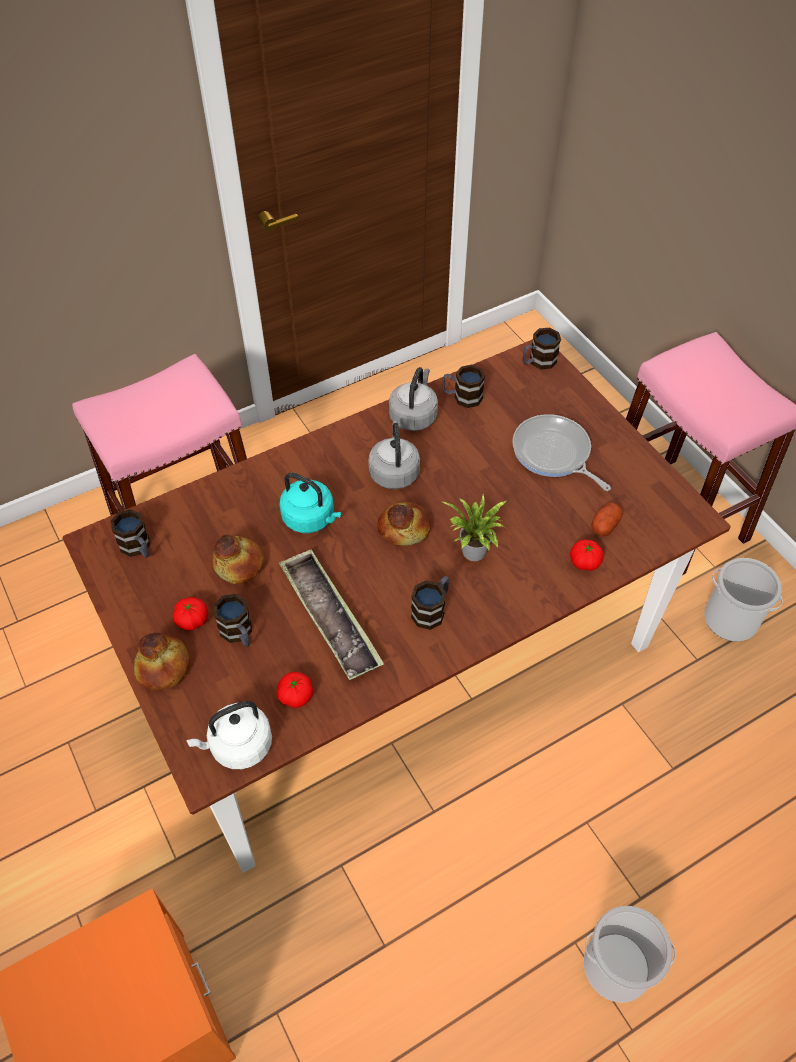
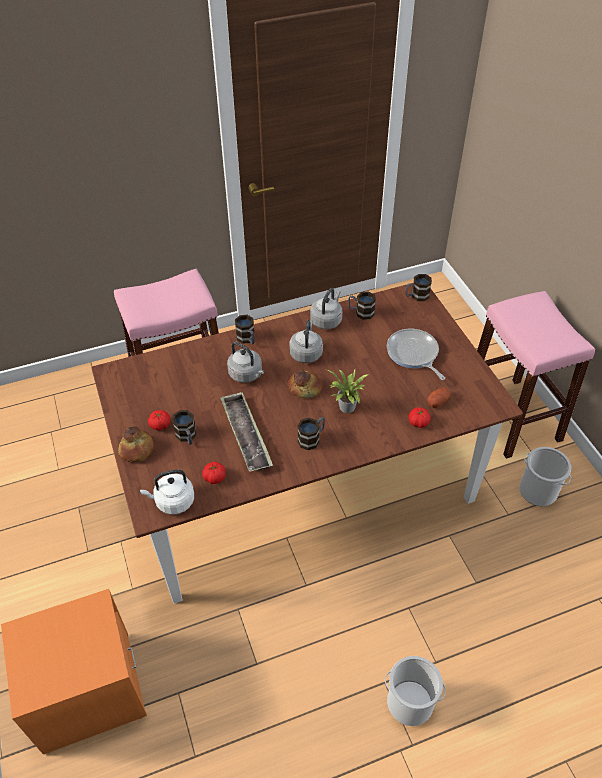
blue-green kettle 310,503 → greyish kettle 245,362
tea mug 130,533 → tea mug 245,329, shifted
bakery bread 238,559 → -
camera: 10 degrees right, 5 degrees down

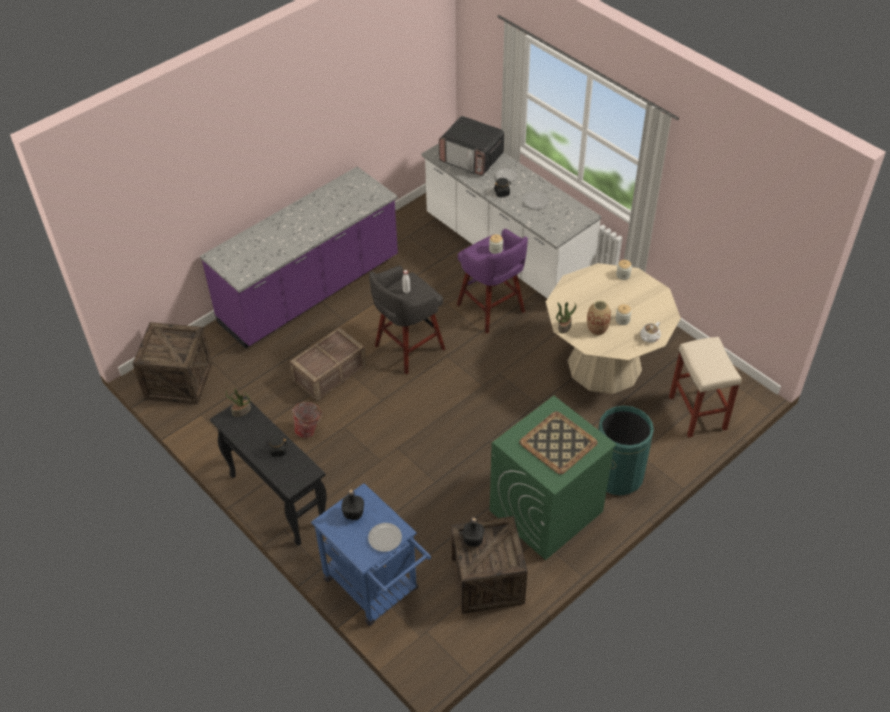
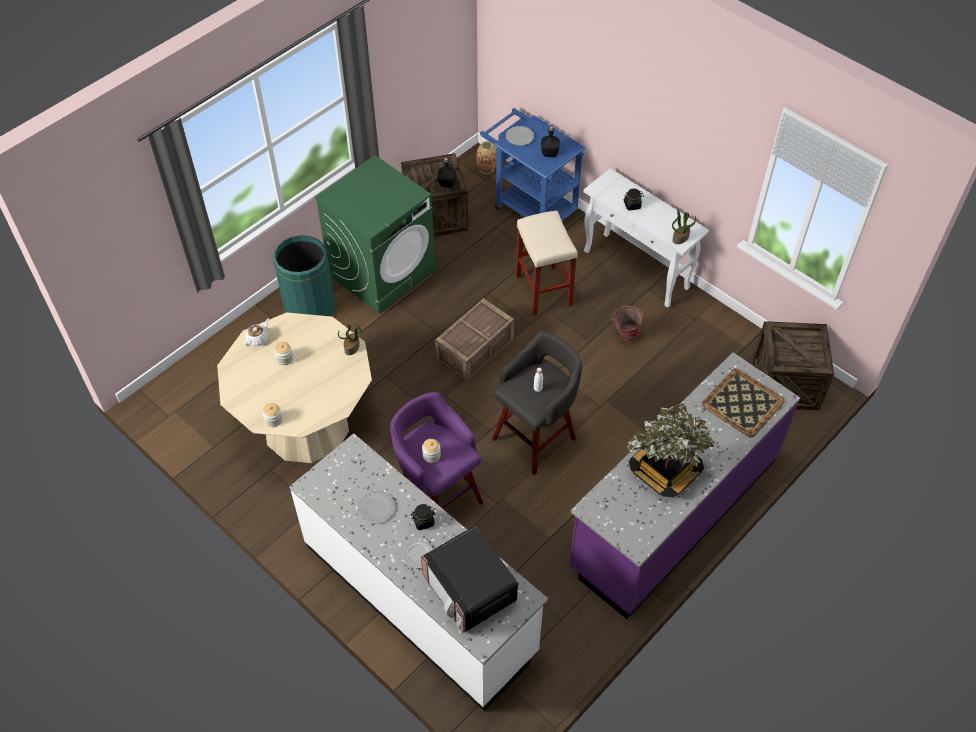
kitchen microwave 471,146 → kitchen microwave 469,579, 150 degrees counterclockwise
vase 599,318 → vase 486,157, shifted
crate 328,364 → crate 475,340, shifted
beige stool seat 705,387 → beige stool seat 547,263, shifted
black hall table 268,471 → whitish hall table 646,238
carrying tray 558,442 → carrying tray 743,403, shifted
- → plant in a pot 671,450
camera: 175 degrees right, 5 degrees up

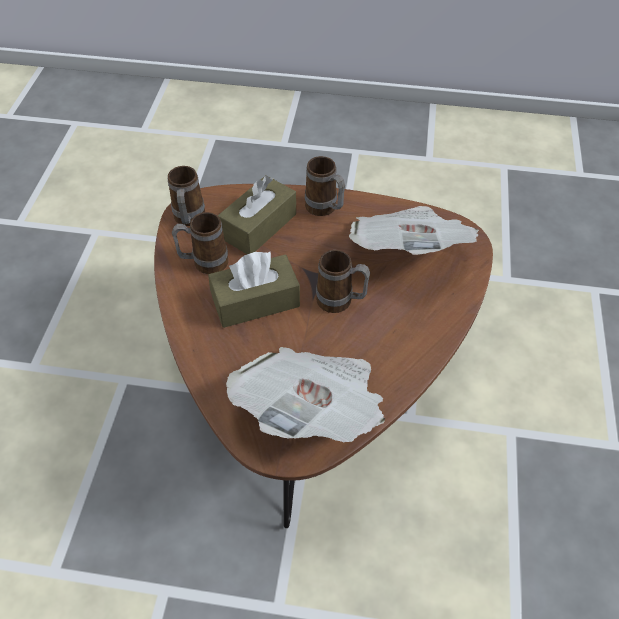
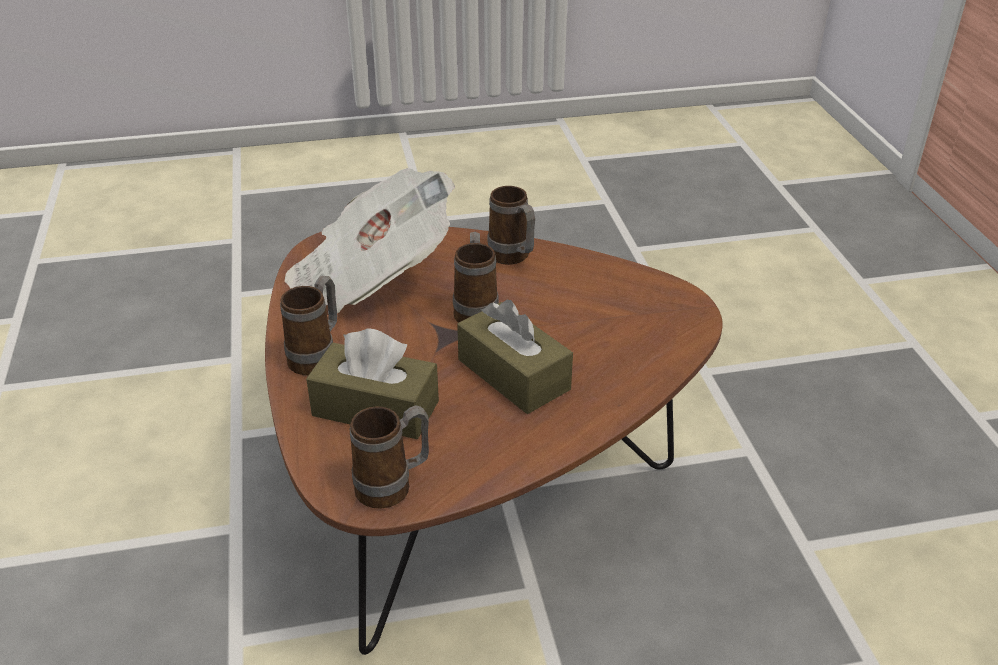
tea mug 200,243 → tea mug 511,225, shifted
newspaper 305,394 → -
camera: 110 degrees left, 15 degrees down

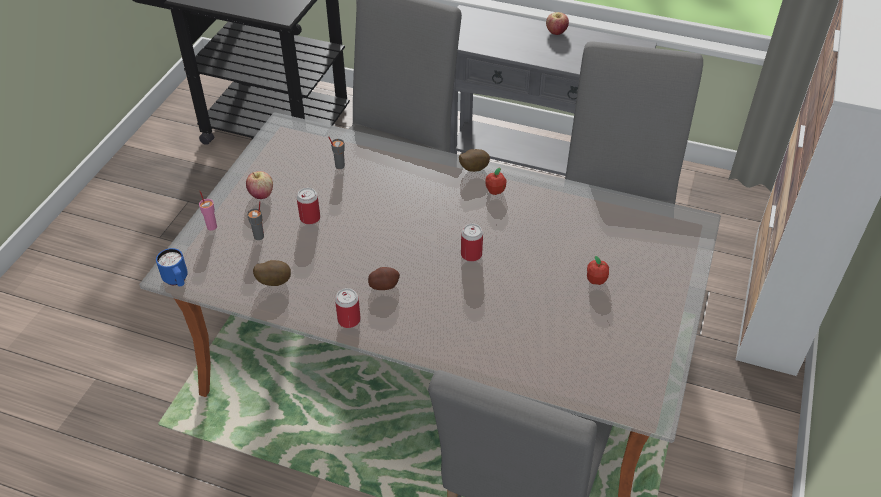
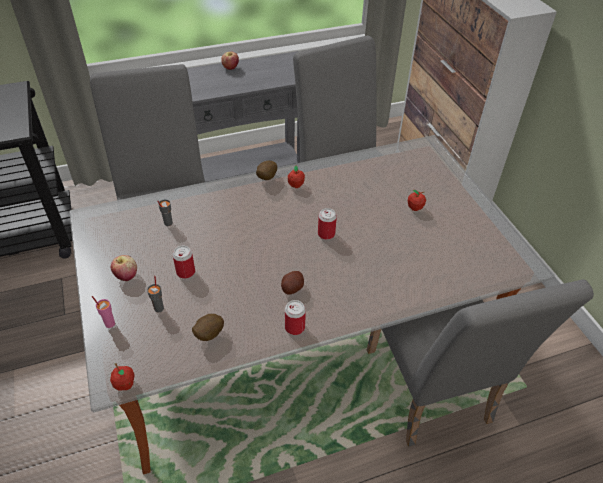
blue-coloured tea mug 172,267 → whole apple 122,377
camera: 40 degrees left, 0 degrees up

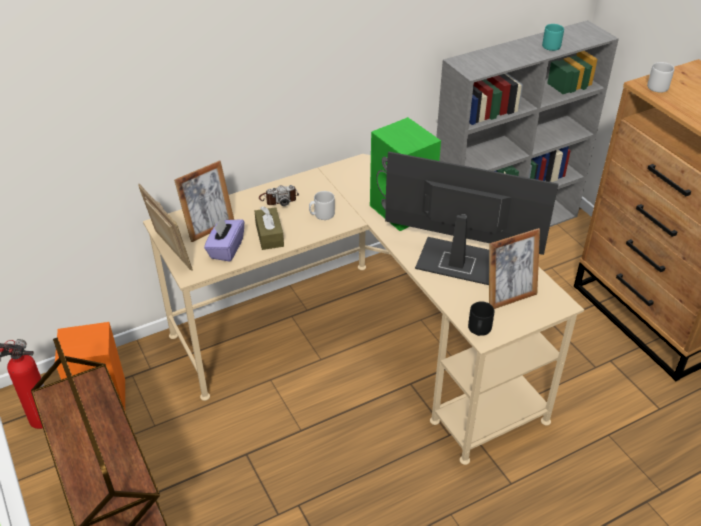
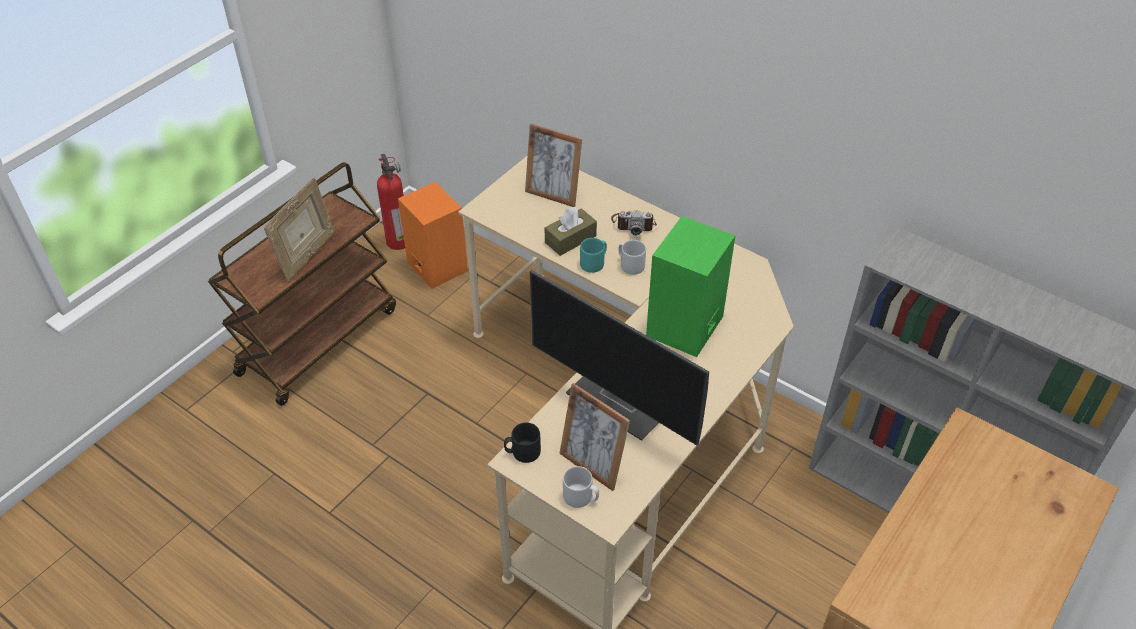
blue-green tea mug 553,37 → blue-green tea mug 593,255, shifted
greyish tea mug 660,77 → greyish tea mug 581,487, shifted
computer display 471,218 → computer display 619,358, 135 degrees clockwise
standing frame 165,227 → standing frame 299,229, shifted
photo camera 279,195 → photo camera 634,222, 45 degrees counterclockwise
purple-coloured tissue holder 224,239 → -
camera: 65 degrees right, 5 degrees up

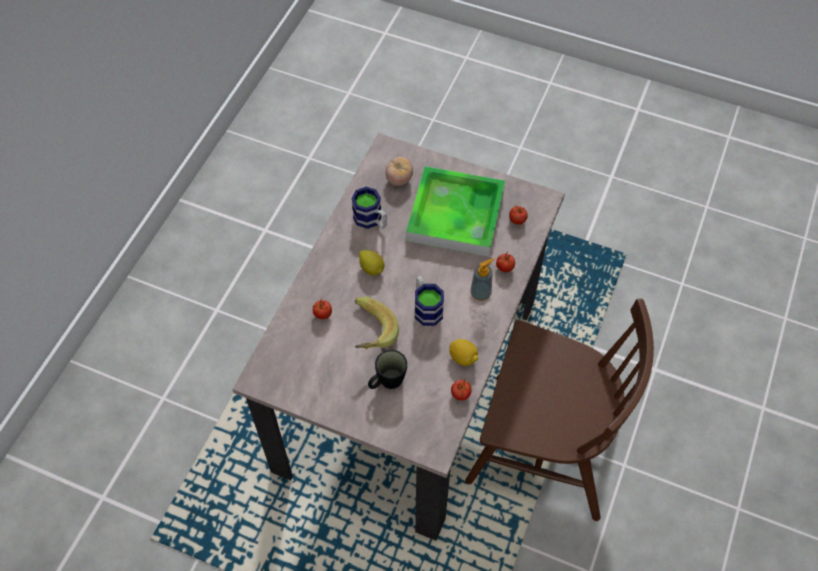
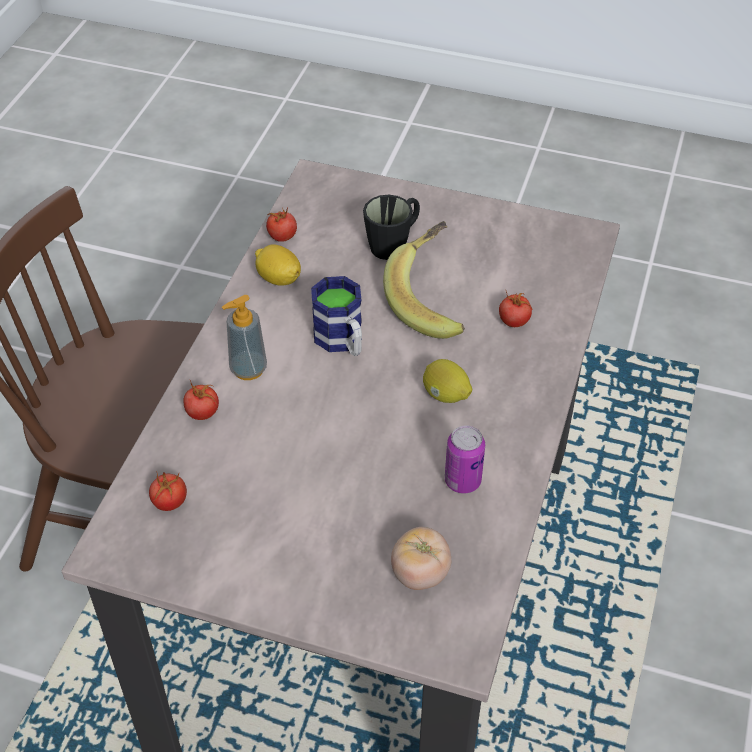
carrying tray 455,211 → -
tea mug 369,208 → metal can 465,459
camera: 175 degrees right, 10 degrees down

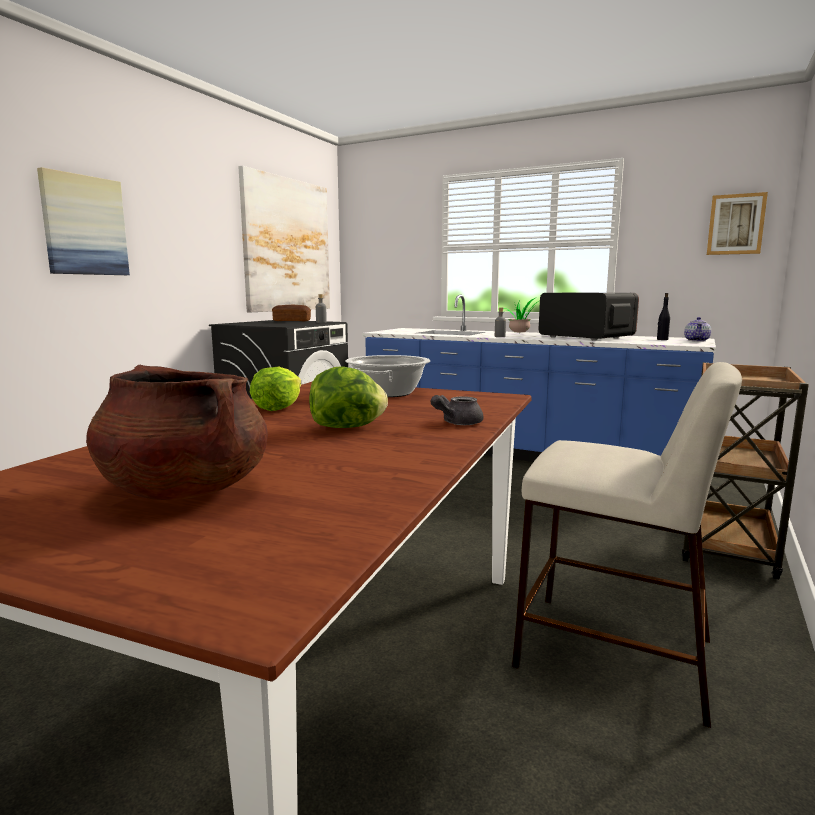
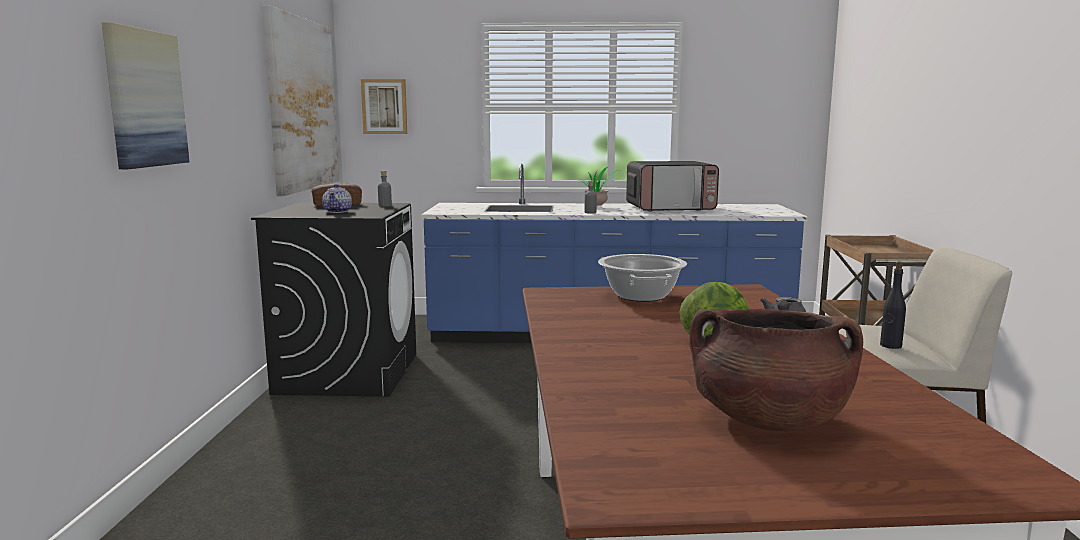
picture 737,223 → picture 384,106, shifted
kitchen microwave 589,317 → kitchen microwave 672,186, 150 degrees clockwise
black beverage bottle 663,316 → black beverage bottle 893,305, shifted
pot for tea 697,329 → pot for tea 337,198, shifted
lettuce head 275,389 → -
camera: 25 degrees left, 0 degrees up

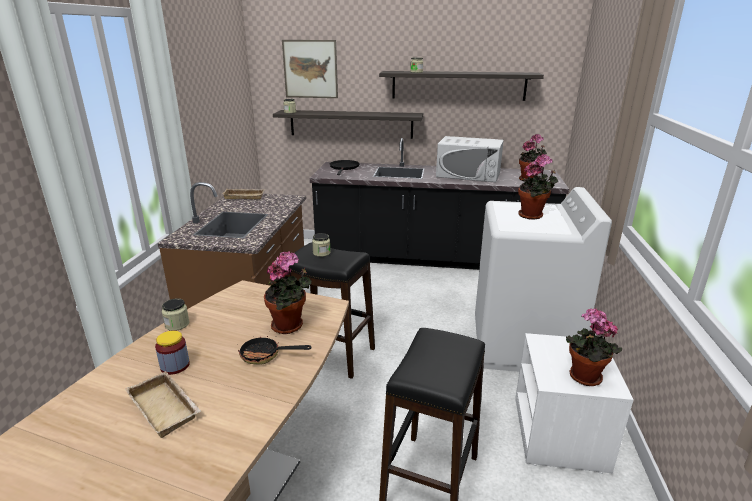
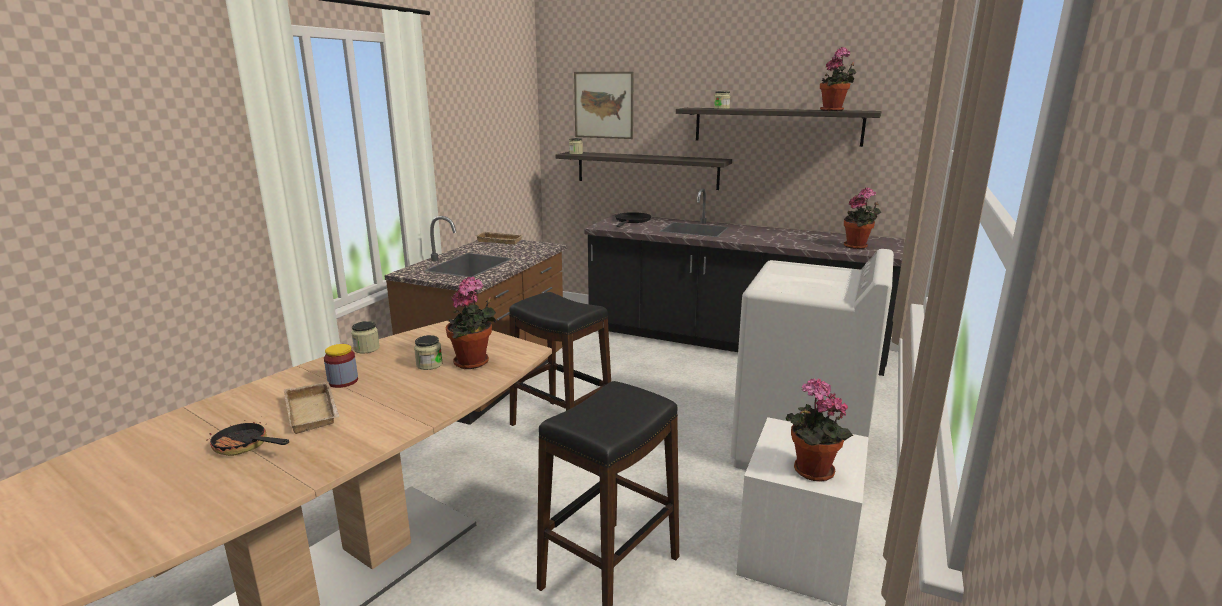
whitish kitchen microwave 470,159 → -
plant in a pot 538,187 → plant in a pot 838,79, shifted
jar 321,245 → jar 428,352, shifted
frying pan 275,350 → frying pan 248,438, shifted
camera: 15 degrees right, 5 degrees down

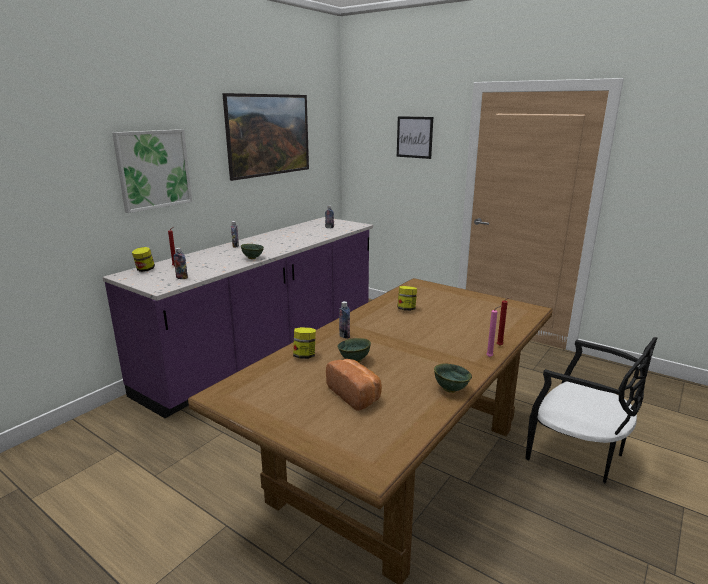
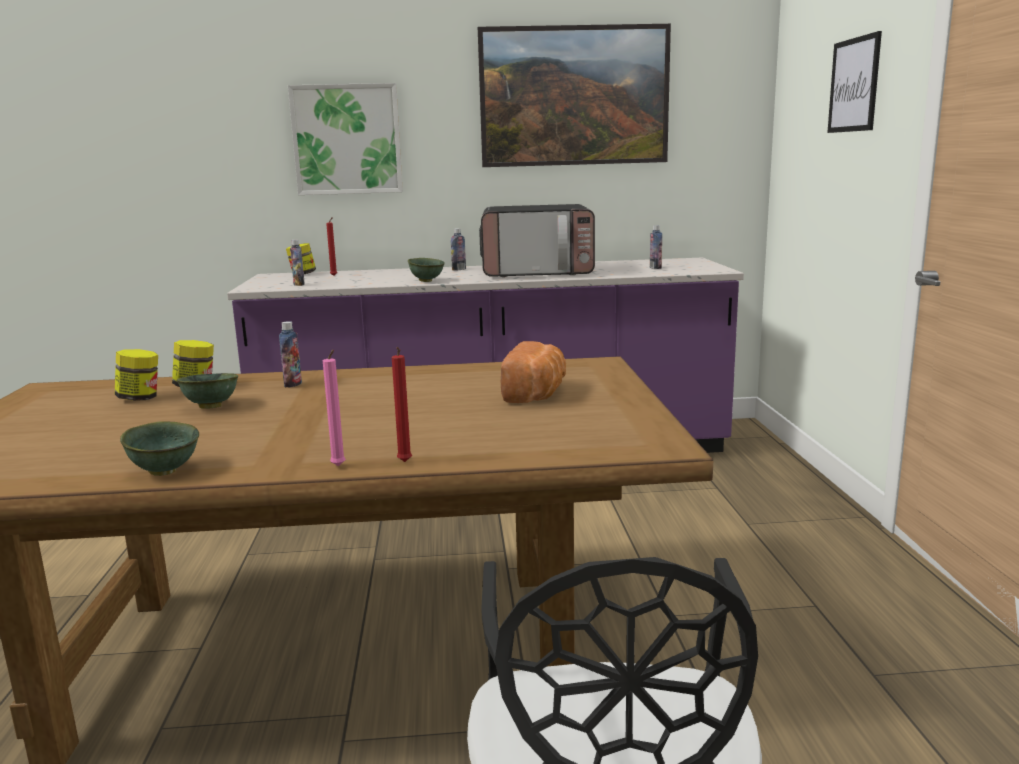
jar 407,298 → jar 136,375, shifted
bakery bread 354,385 → bakery bread 533,372, shifted
- → kitchen microwave 537,240
camera: 50 degrees right, 5 degrees down

